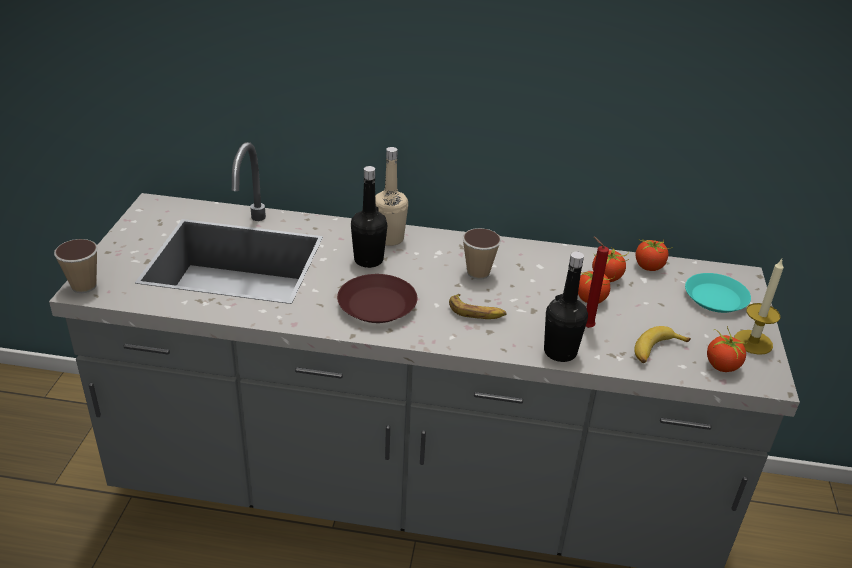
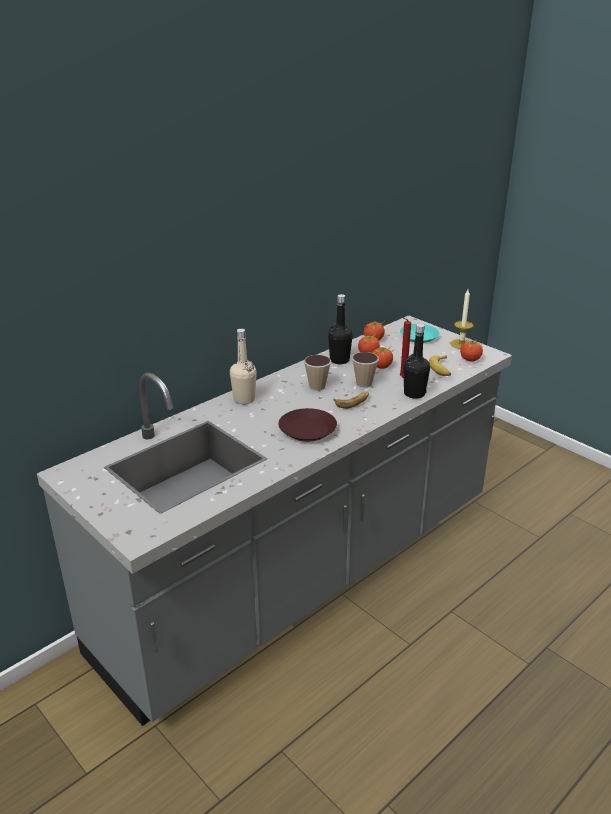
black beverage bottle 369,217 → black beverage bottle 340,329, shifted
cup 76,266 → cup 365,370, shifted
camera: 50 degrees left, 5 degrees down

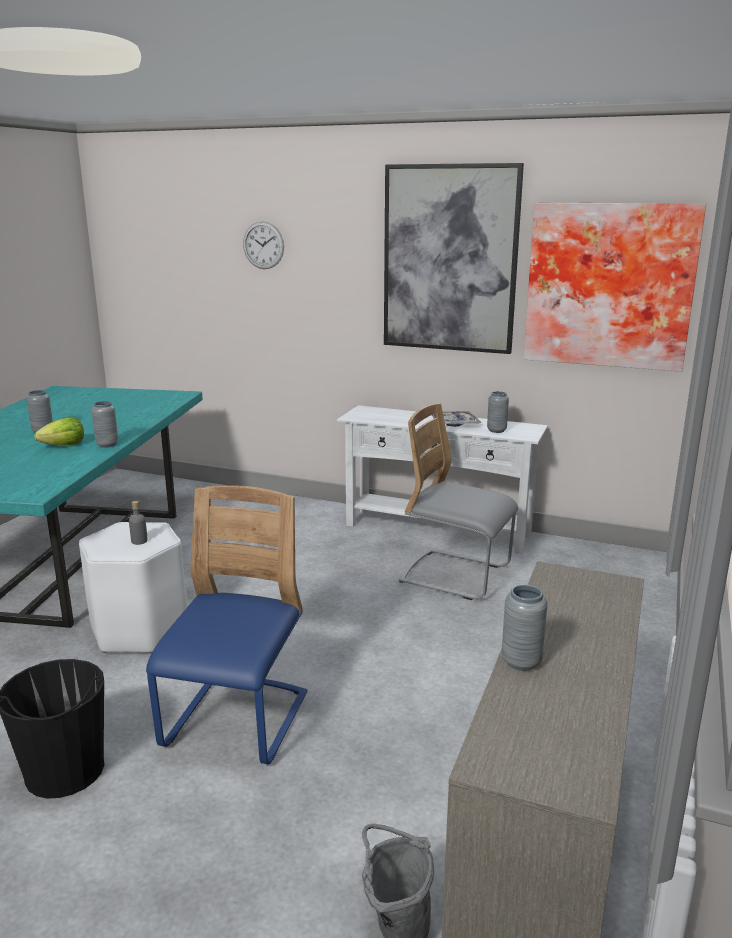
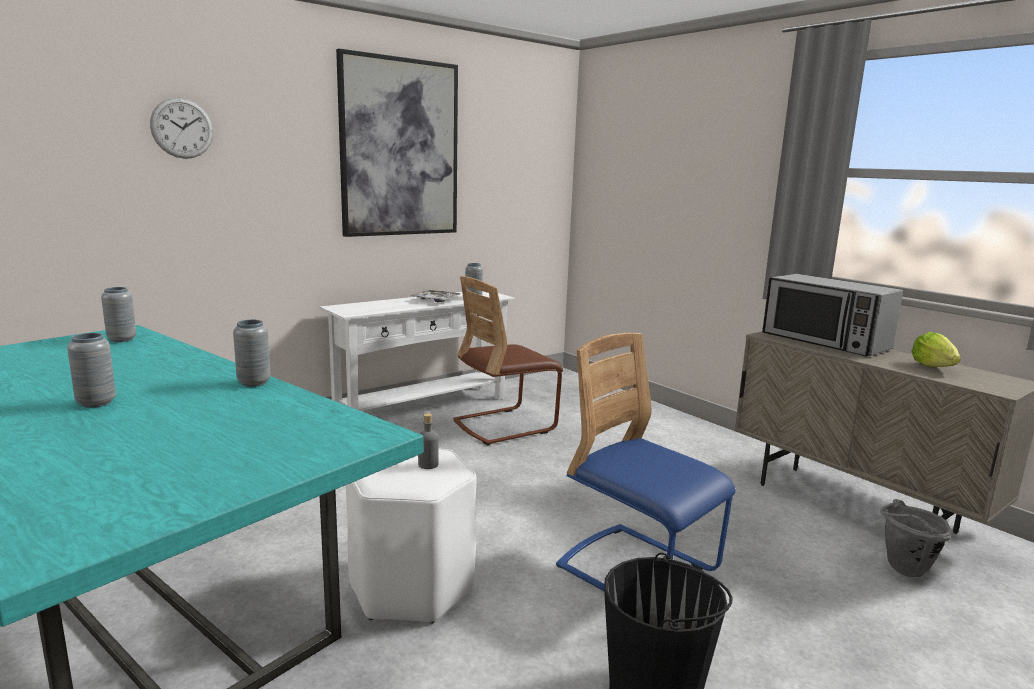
picture 614,287 → -
greyish upright chair 458,501 → brown-coloured upright chair 508,361
lettuce head 59,431 → lettuce head 936,349, shifted
greyish vase 524,628 → greyish vase 118,314, shifted
- → kitchen microwave 832,315
camera: 60 degrees left, 5 degrees down

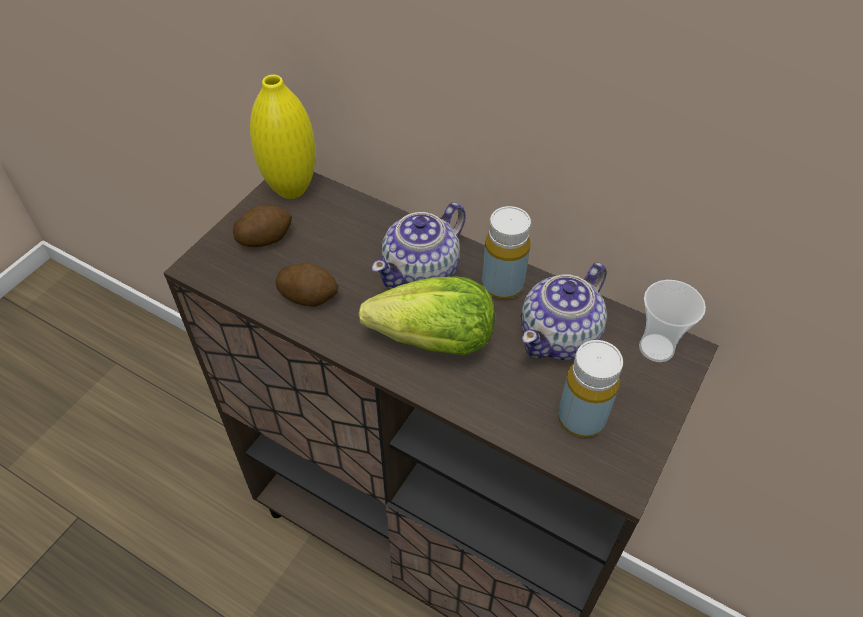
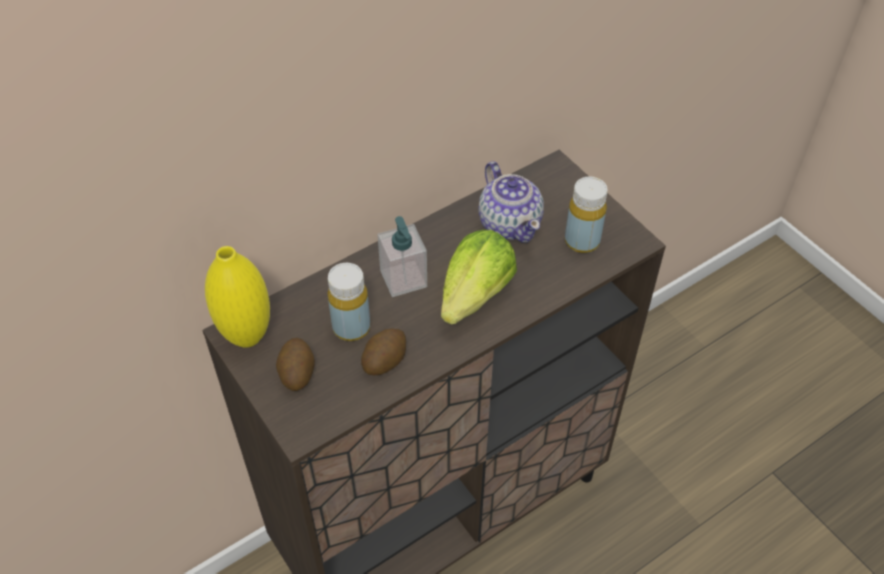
pot for tea 419,246 → soap dispenser 402,256
yellowish beverage bottle 506,252 → yellowish beverage bottle 349,302, shifted
cup 672,321 → -
camera: 65 degrees left, 0 degrees up

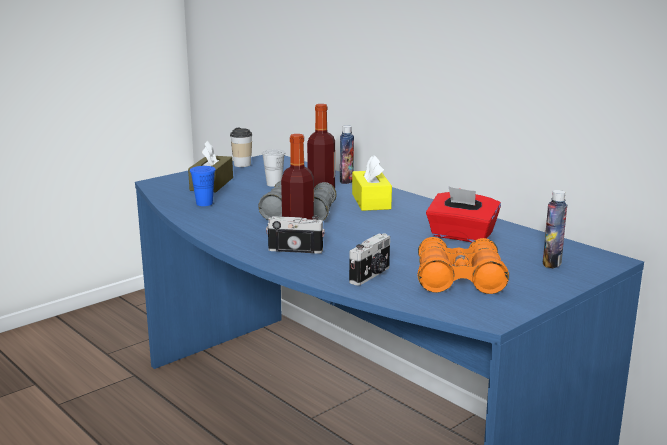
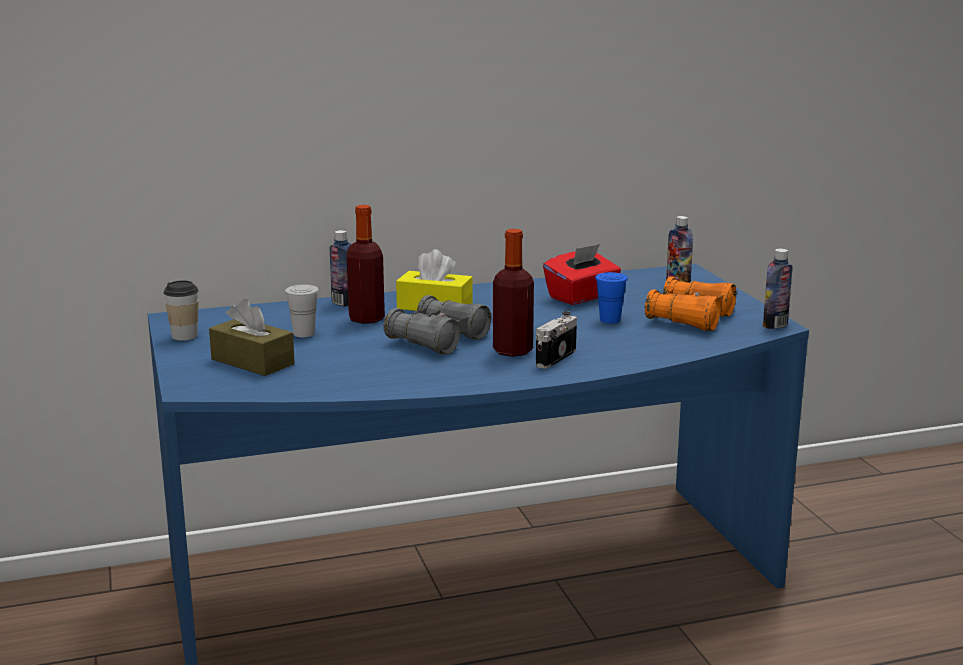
blue-coloured cup 203,186 → blue-coloured cup 611,297, shifted
photo camera 369,259 → -
- → beverage bottle 778,289
camera: 65 degrees left, 0 degrees up

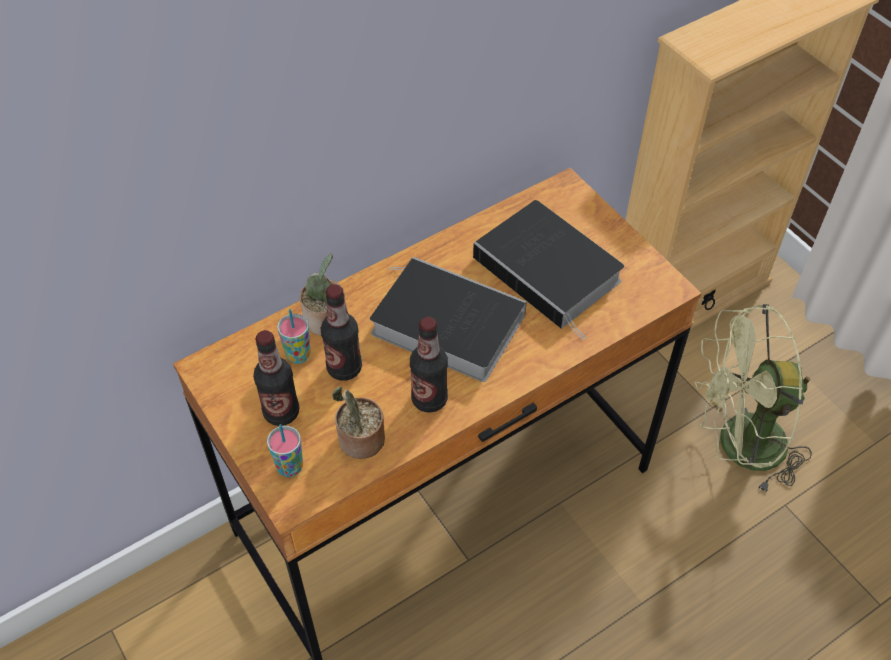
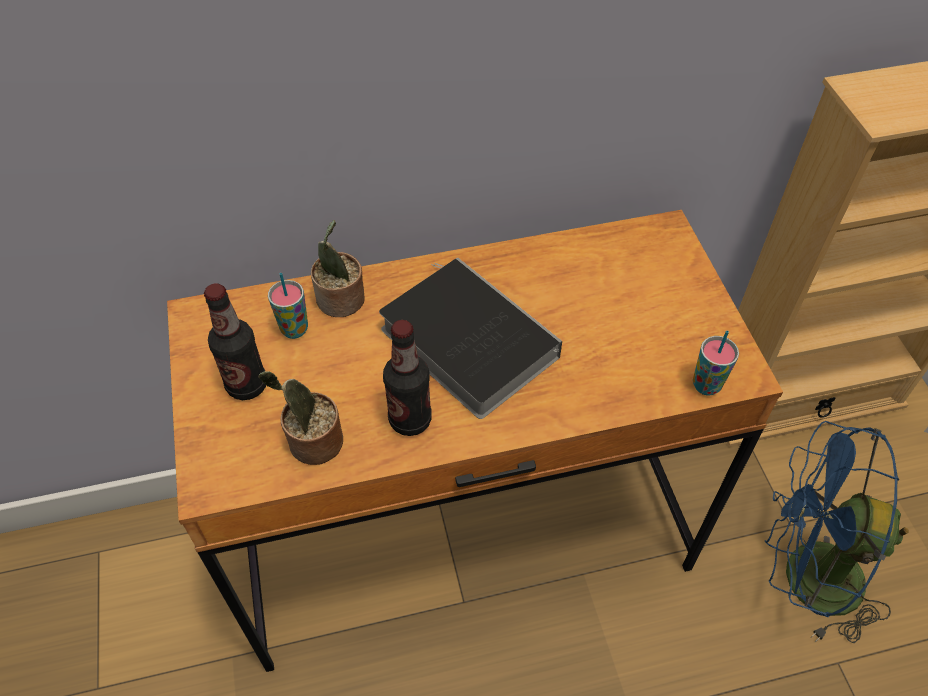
book 548,270 → -
beverage bottle 341,332 → -
green fan 753,399 → blue-coloured fan 836,532
cup 285,450 → cup 716,362, shifted
camera: 20 degrees right, 0 degrees up

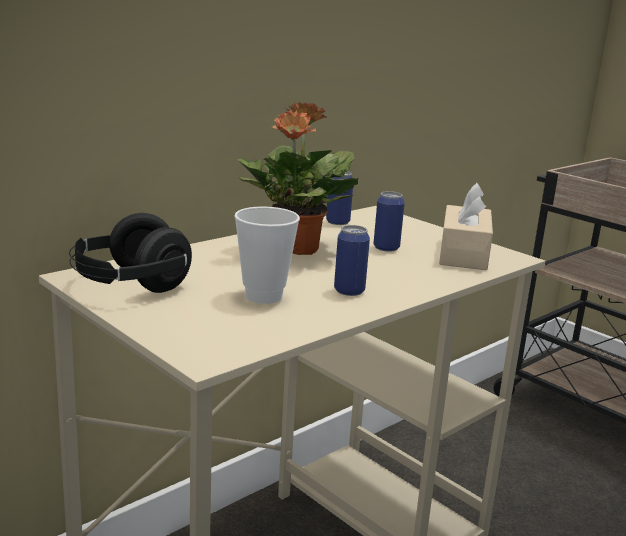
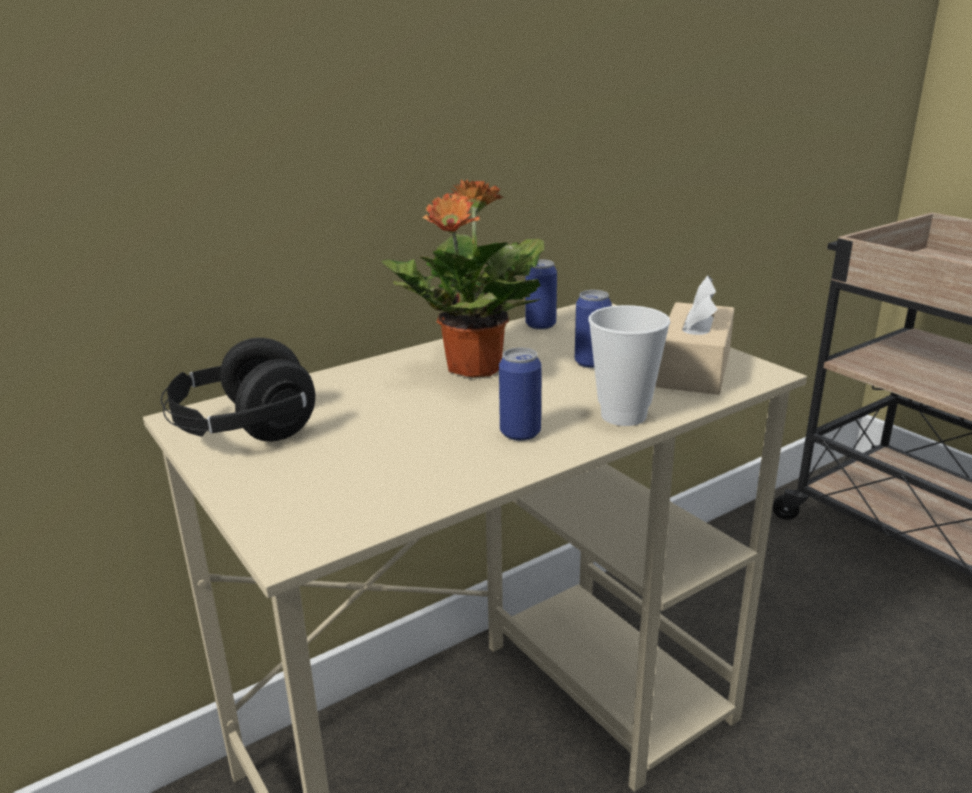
cup 267,255 → cup 629,365, shifted
camera: 10 degrees right, 5 degrees up

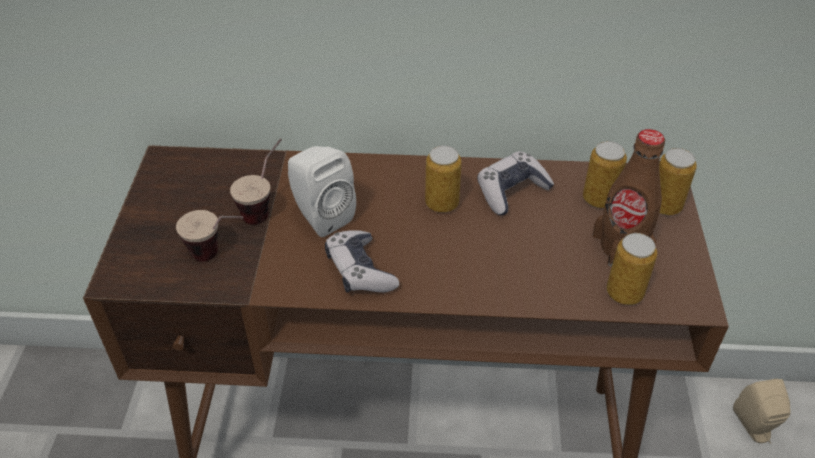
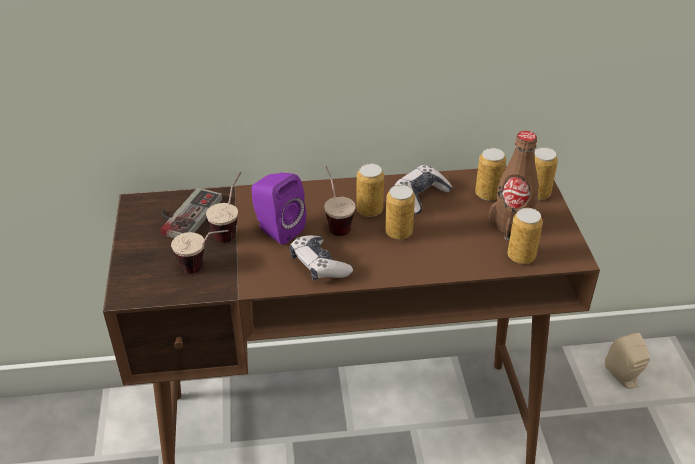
whitish audio speaker 322,191 → purple-coloured audio speaker 278,209
- → cup 340,201
- → metal can 400,212
- → game controller 191,212
camera: 10 degrees left, 5 degrees down

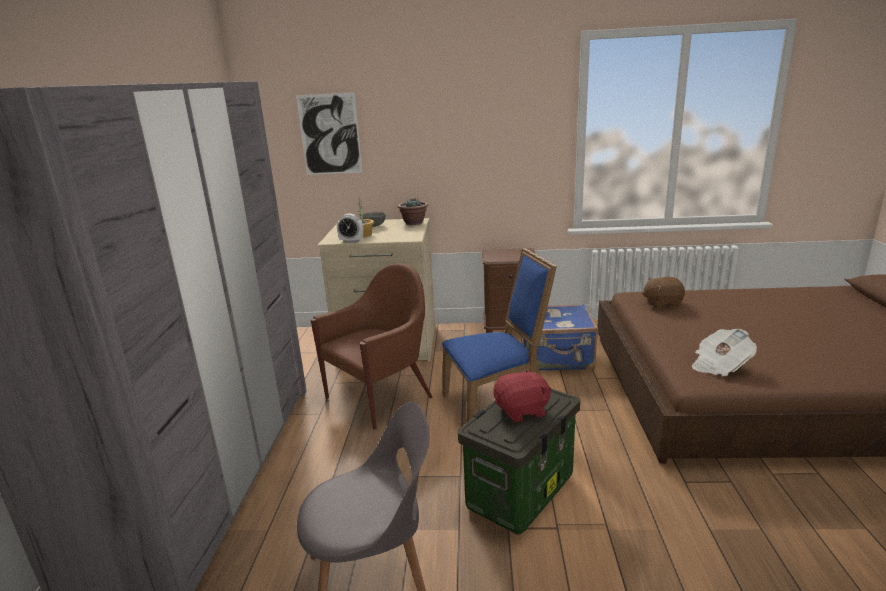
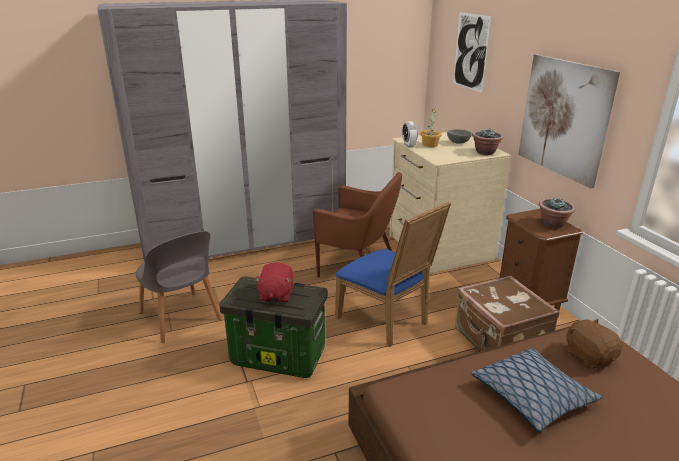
blue-coloured suitcase 560,337 → brown-coloured suitcase 507,313
newspaper 724,352 → -
reddish plush toy 522,395 → reddish plush toy 274,282, 45 degrees clockwise
- → picture 569,121
- → plant in a pot 557,213
- → cushion 536,389
camera: 65 degrees right, 5 degrees up

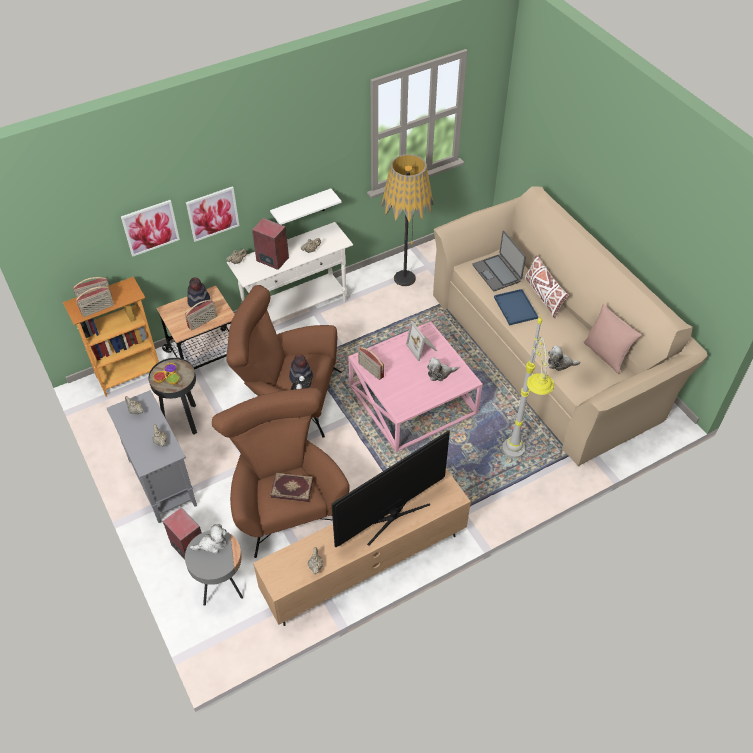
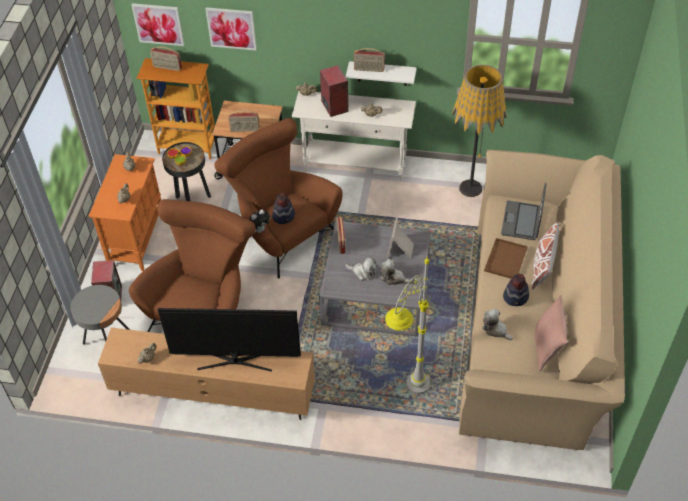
picture 212,214 → picture 158,24, shifted
wearable hat 198,292 → wearable hat 516,290, shifted
radio 95,301 → radio 369,60, shifted
blue-coloured carrying tray 516,307 → brown-coloured carrying tray 506,258
pinkish lounge table 415,386 → greyish lounge table 375,279
greyish storage cabinet 152,456 → orange storage cabinet 125,212
book 291,487 → -
plush toy 208,539 → plush toy 361,269, shifted
camera: 40 degrees right, 0 degrees up

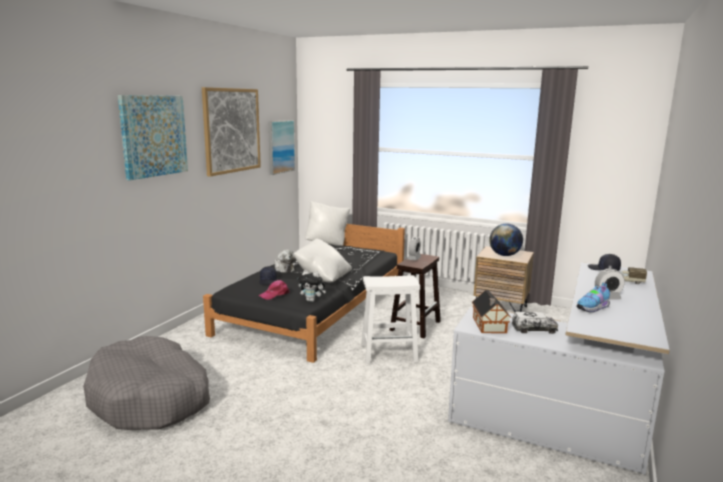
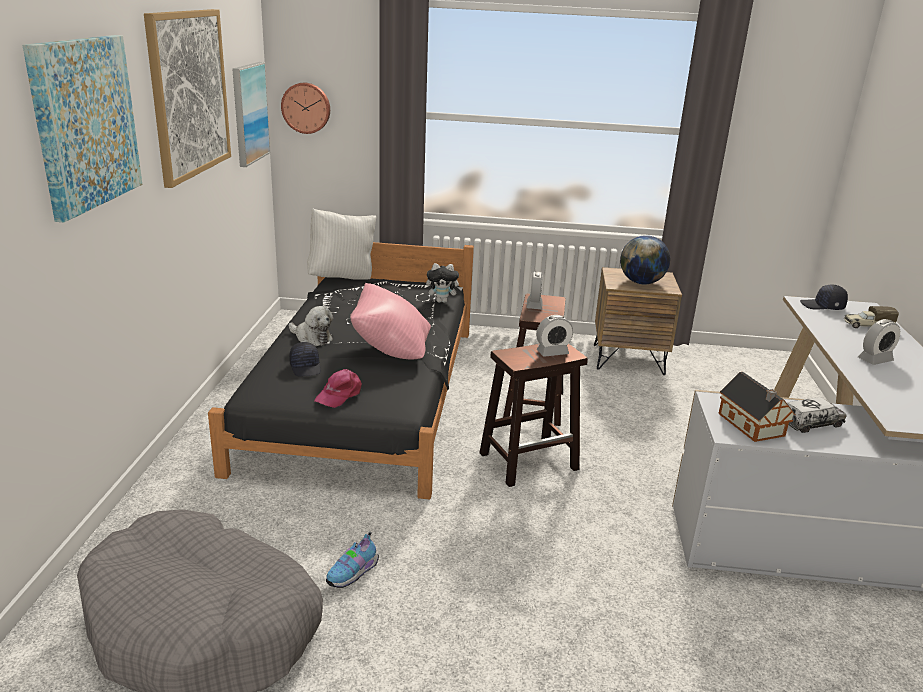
whitish cushion 323,260 → pinkish cushion 390,321
plush toy 311,286 → plush toy 444,283, shifted
whitish stool seat 390,319 → brown-coloured stool seat 533,415
low shoe 593,297 → low shoe 352,560, shifted
- → wall clock 305,108
- → table clock 554,336
camera: 20 degrees left, 10 degrees up

